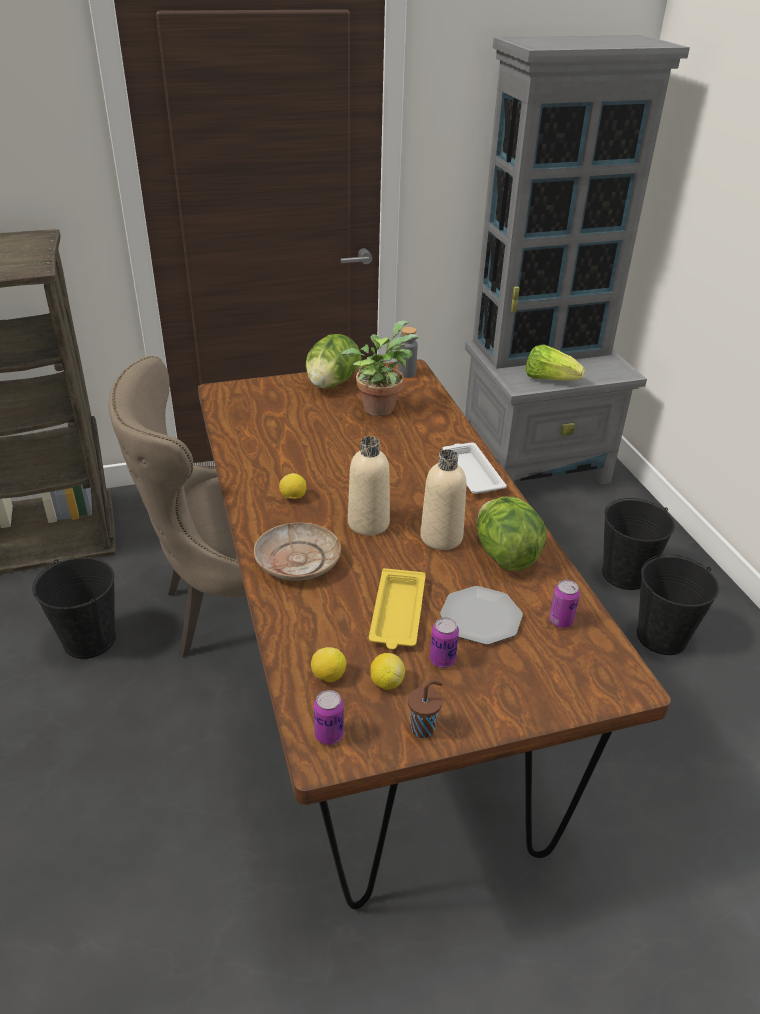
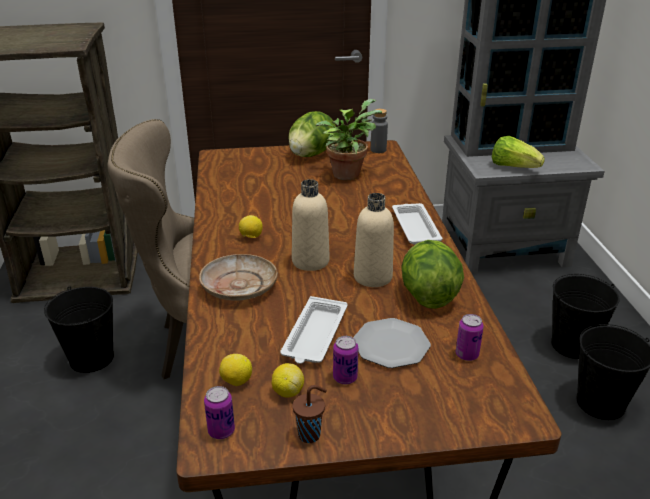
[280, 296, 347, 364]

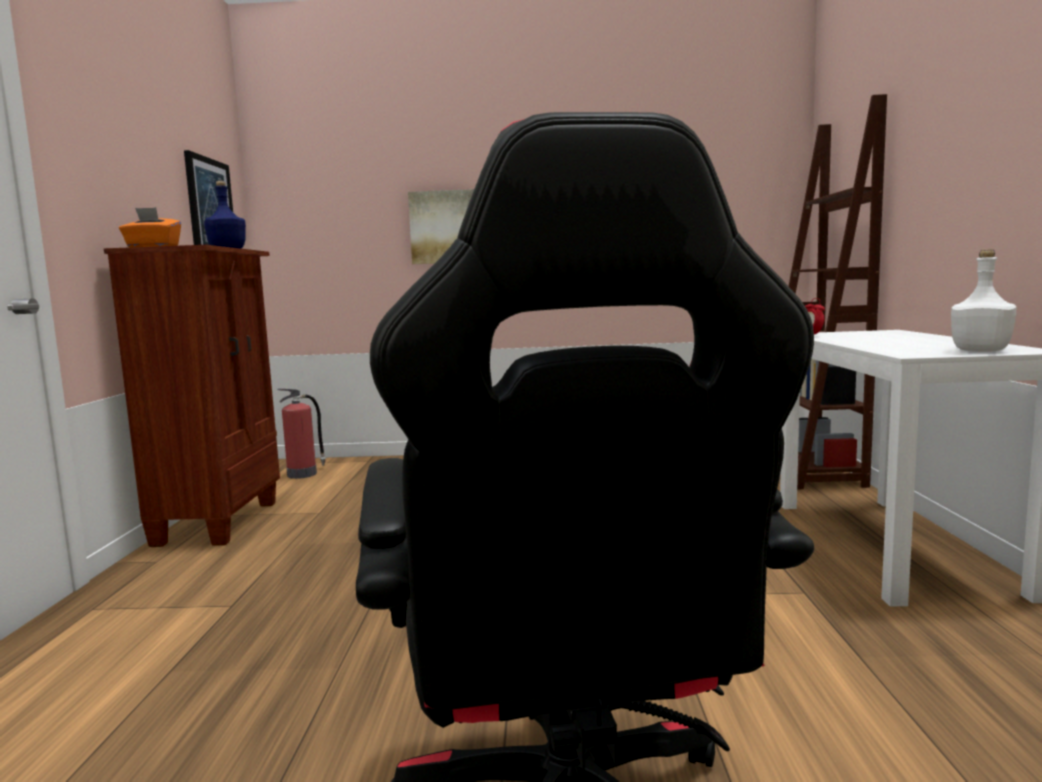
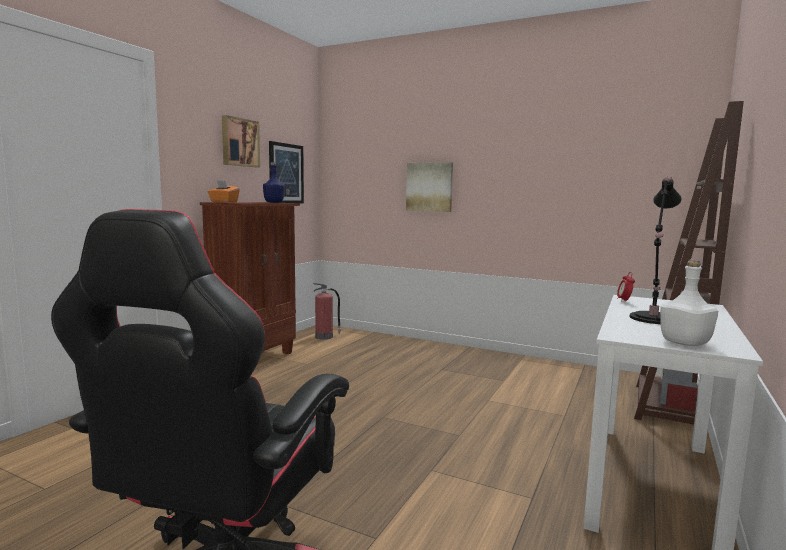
[222, 115, 260, 167]
[630, 176, 681, 324]

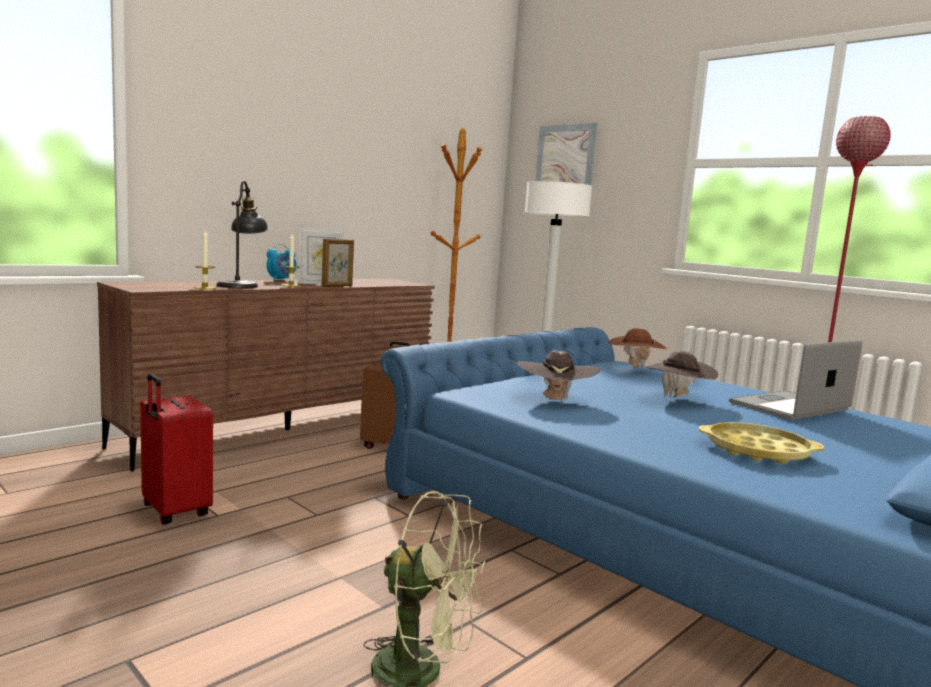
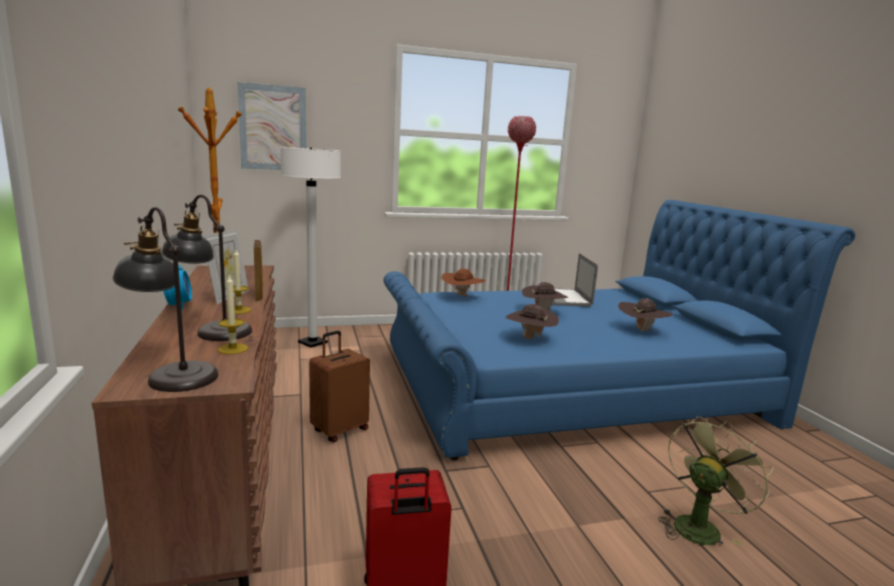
[618, 298, 673, 333]
[112, 207, 218, 392]

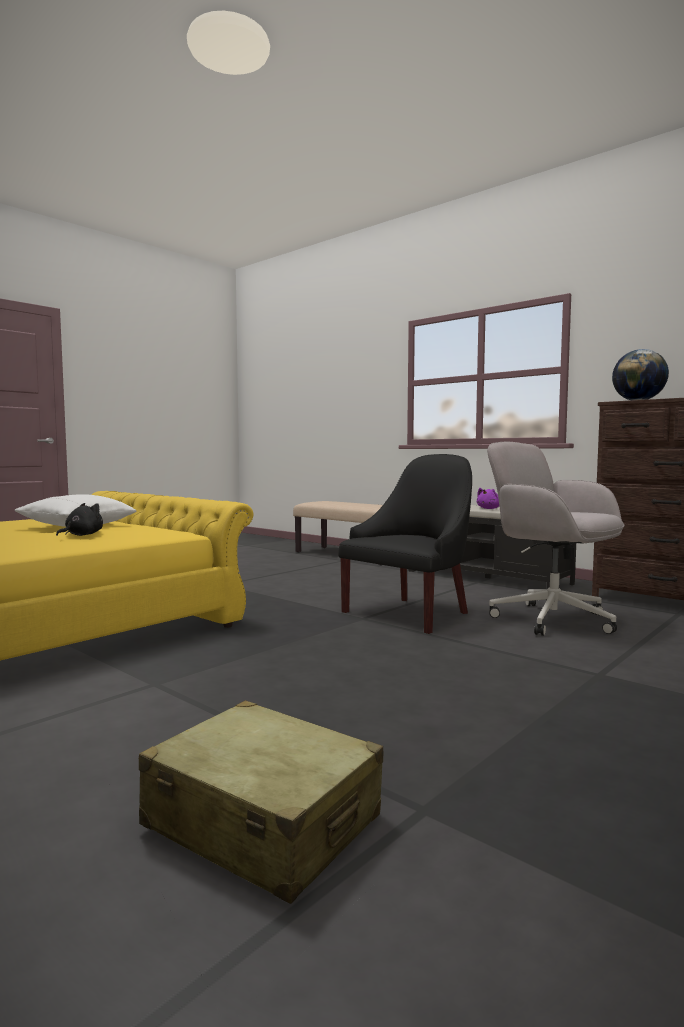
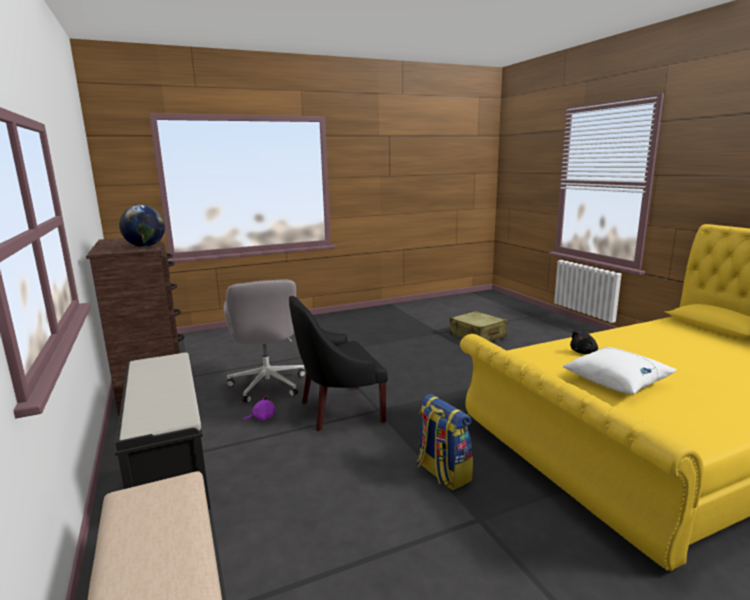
[243, 396, 275, 421]
[417, 394, 473, 491]

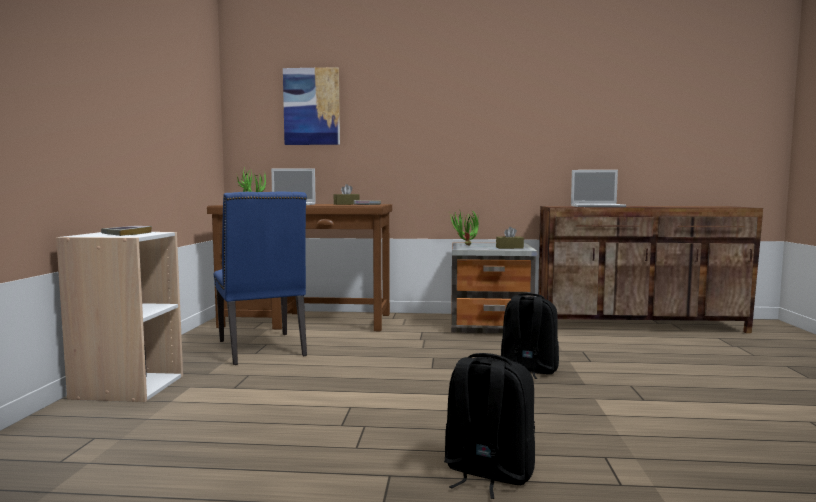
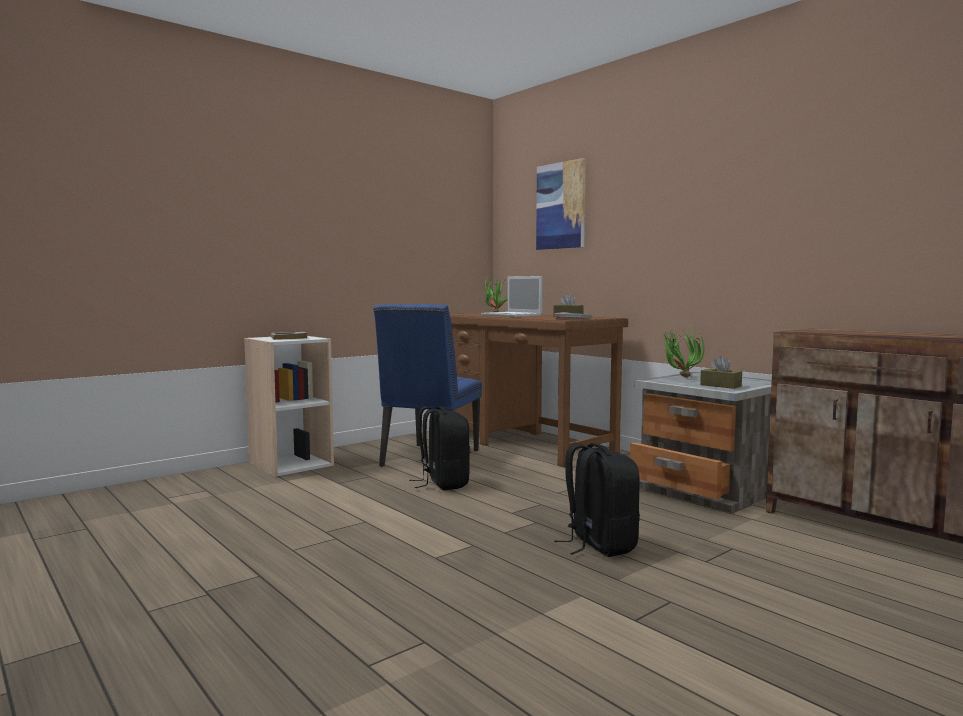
[410, 406, 470, 490]
[571, 170, 626, 207] (first image)

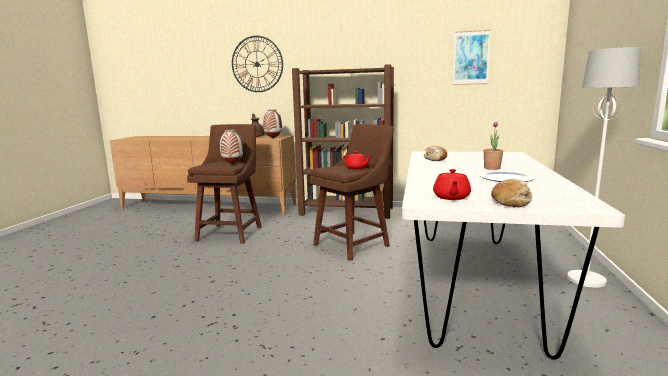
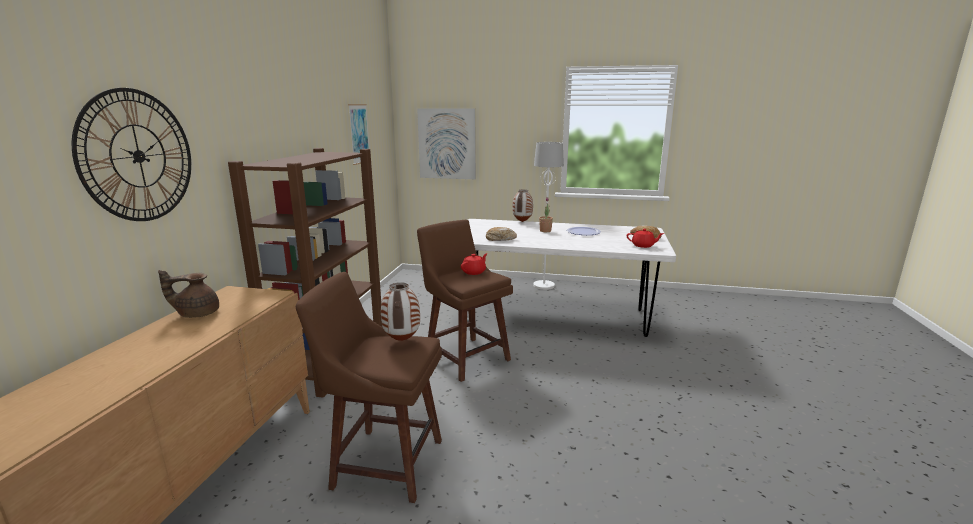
[512, 190, 533, 222]
[417, 108, 476, 179]

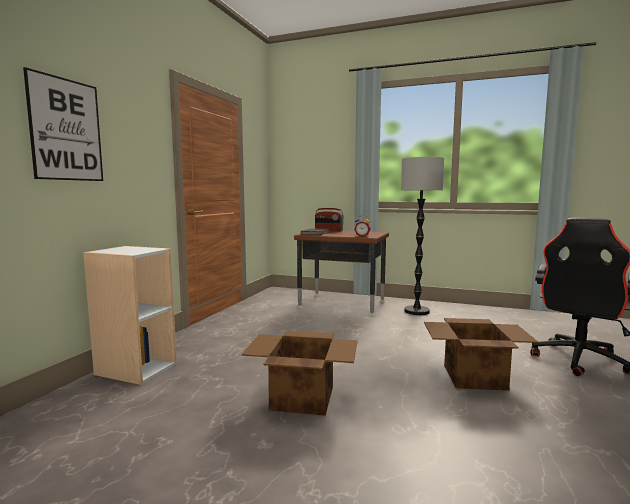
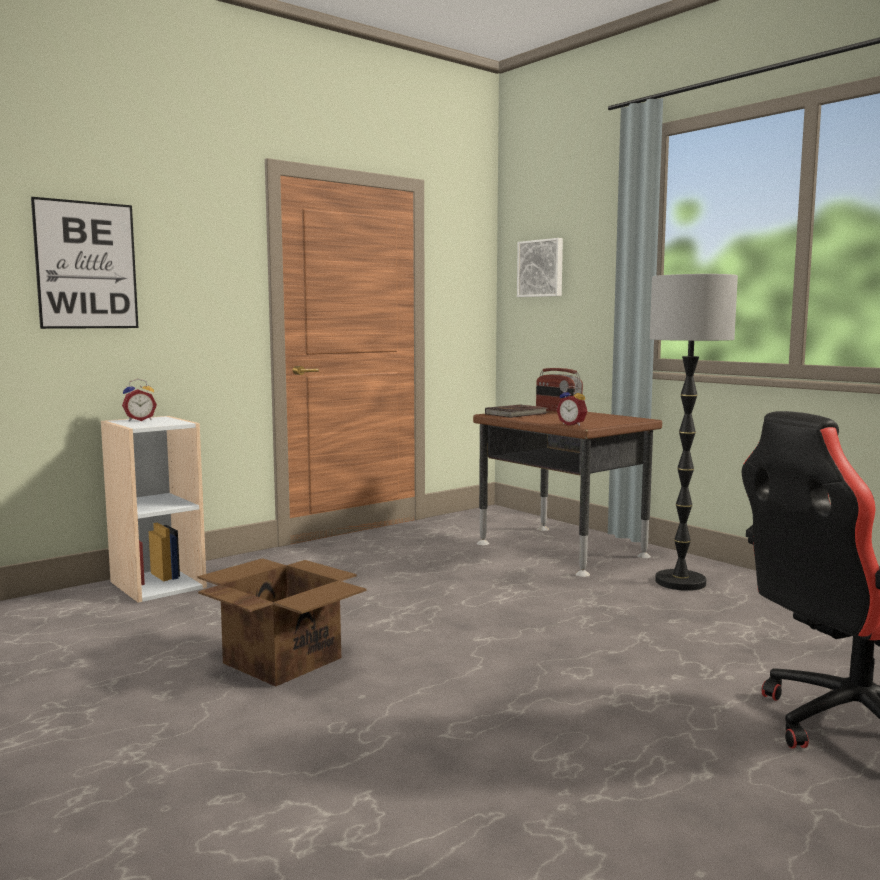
[424, 318, 538, 391] (first image)
[122, 379, 157, 421]
[517, 238, 563, 297]

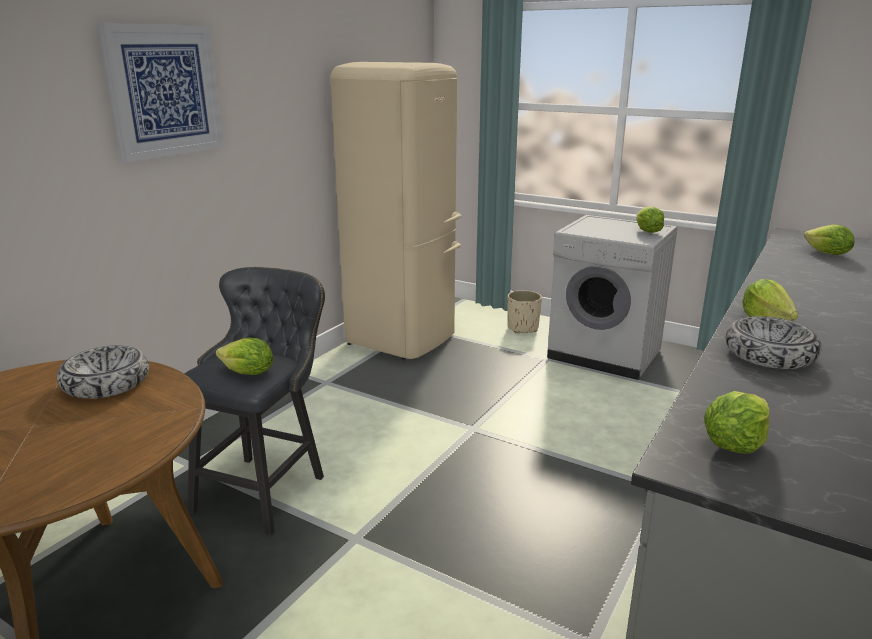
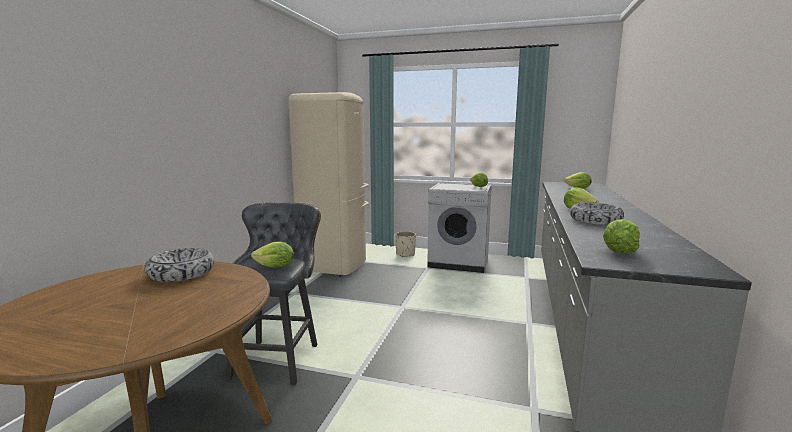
[97, 23, 224, 162] (first image)

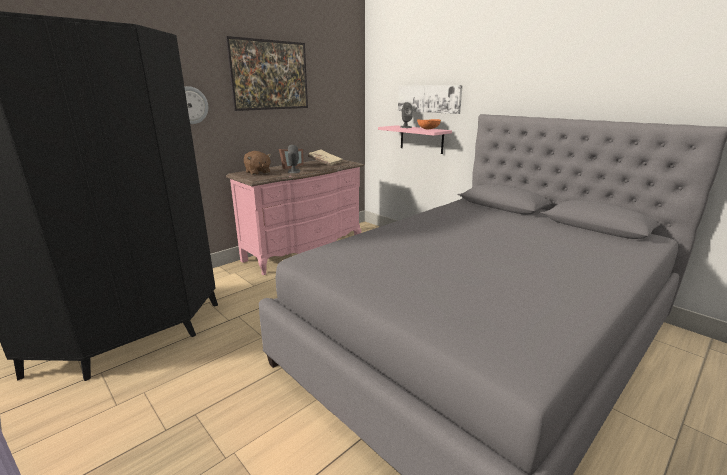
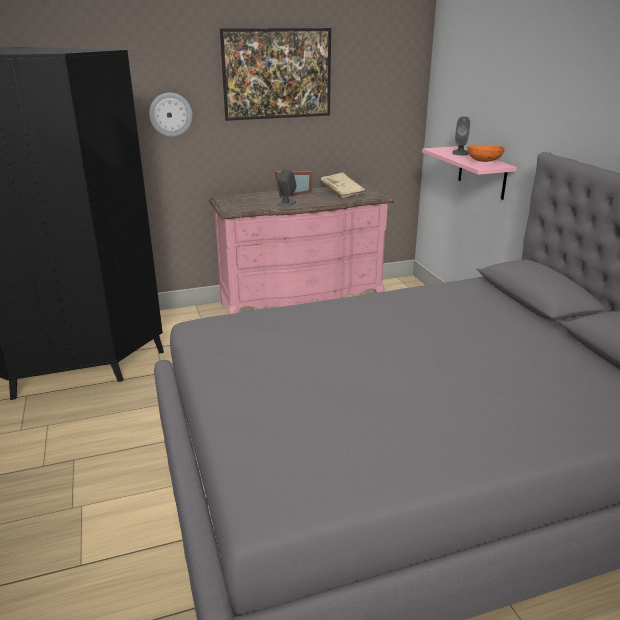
[244, 151, 271, 175] (first image)
[398, 85, 463, 114] (first image)

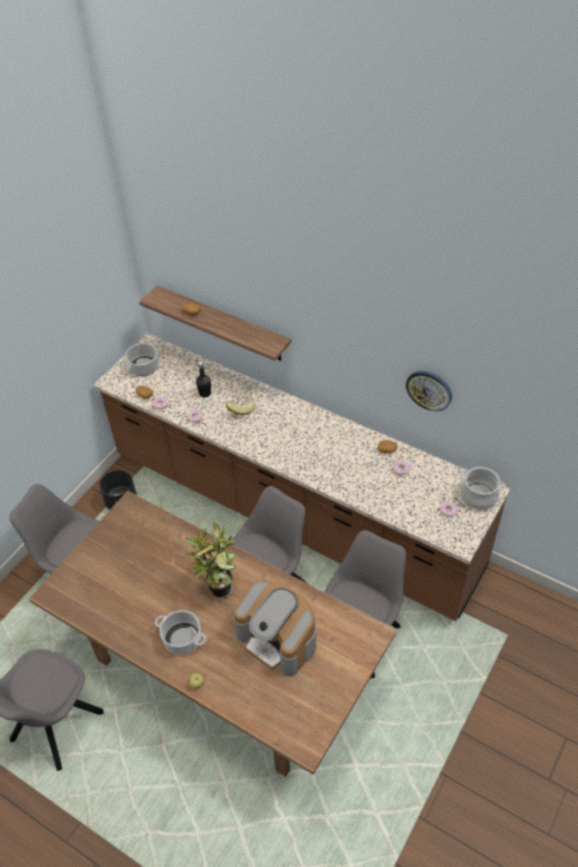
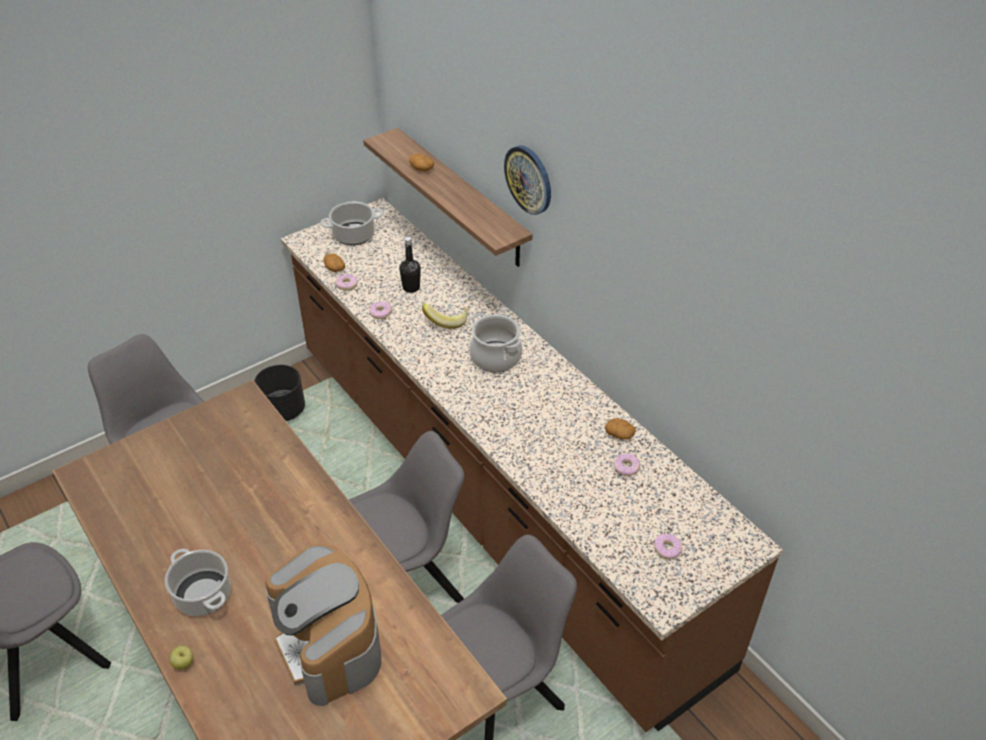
[184, 520, 237, 599] (first image)
[504, 145, 551, 215]
[469, 313, 523, 372]

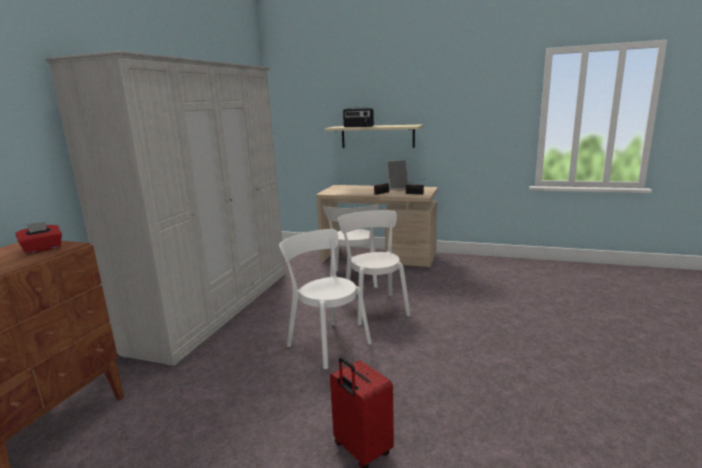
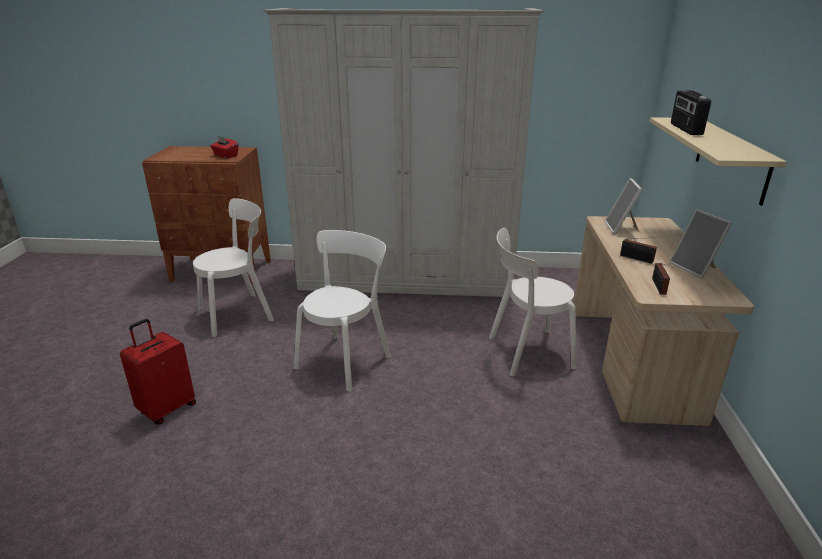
[193, 198, 274, 337]
[605, 178, 643, 235]

